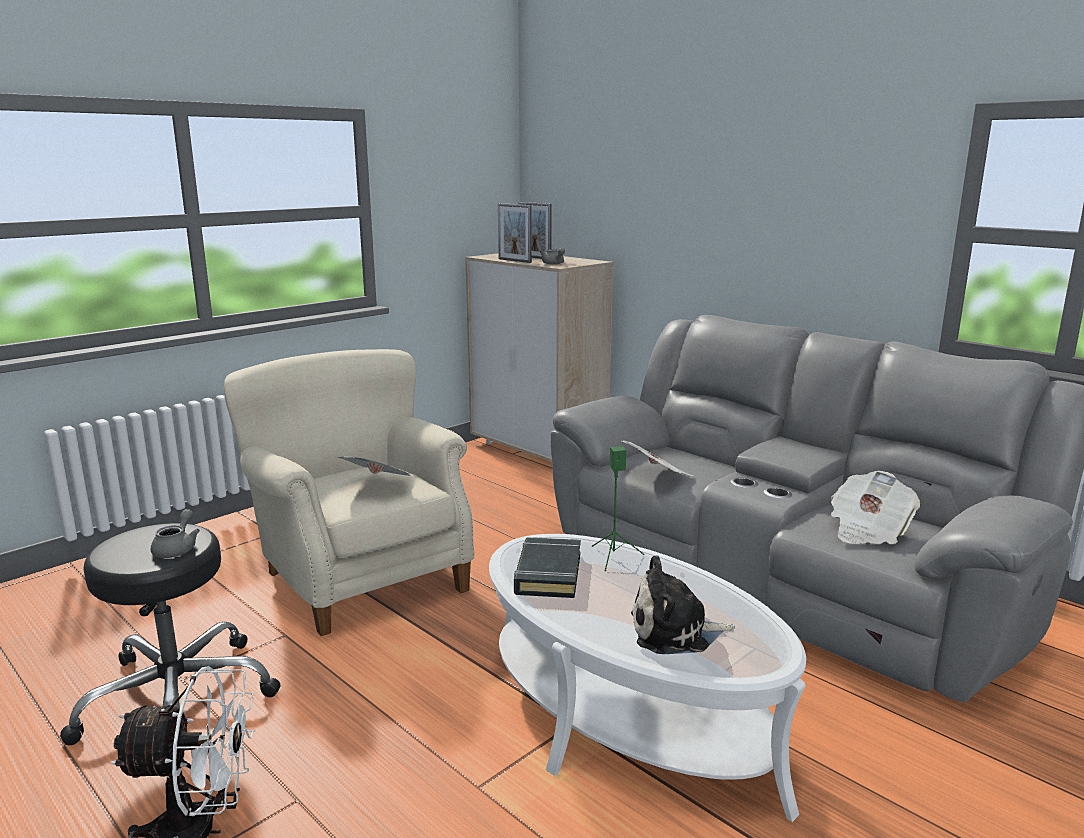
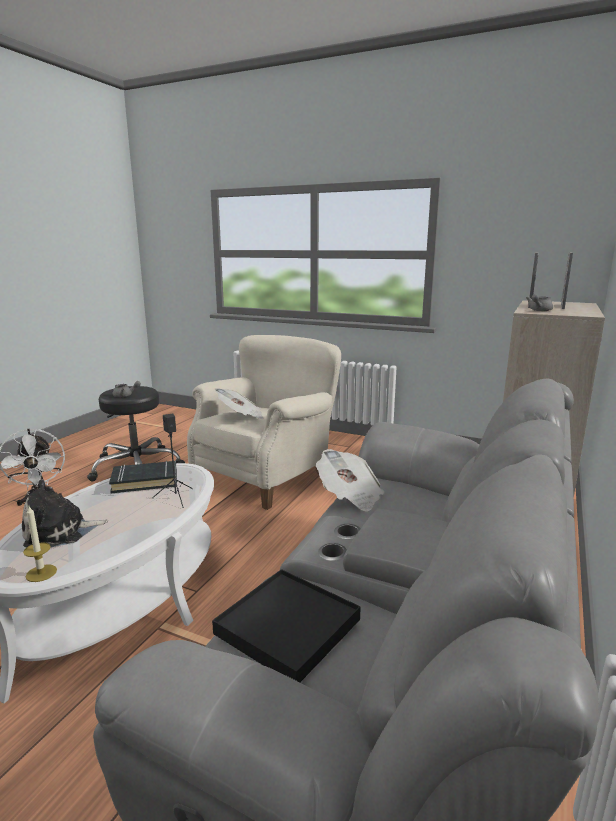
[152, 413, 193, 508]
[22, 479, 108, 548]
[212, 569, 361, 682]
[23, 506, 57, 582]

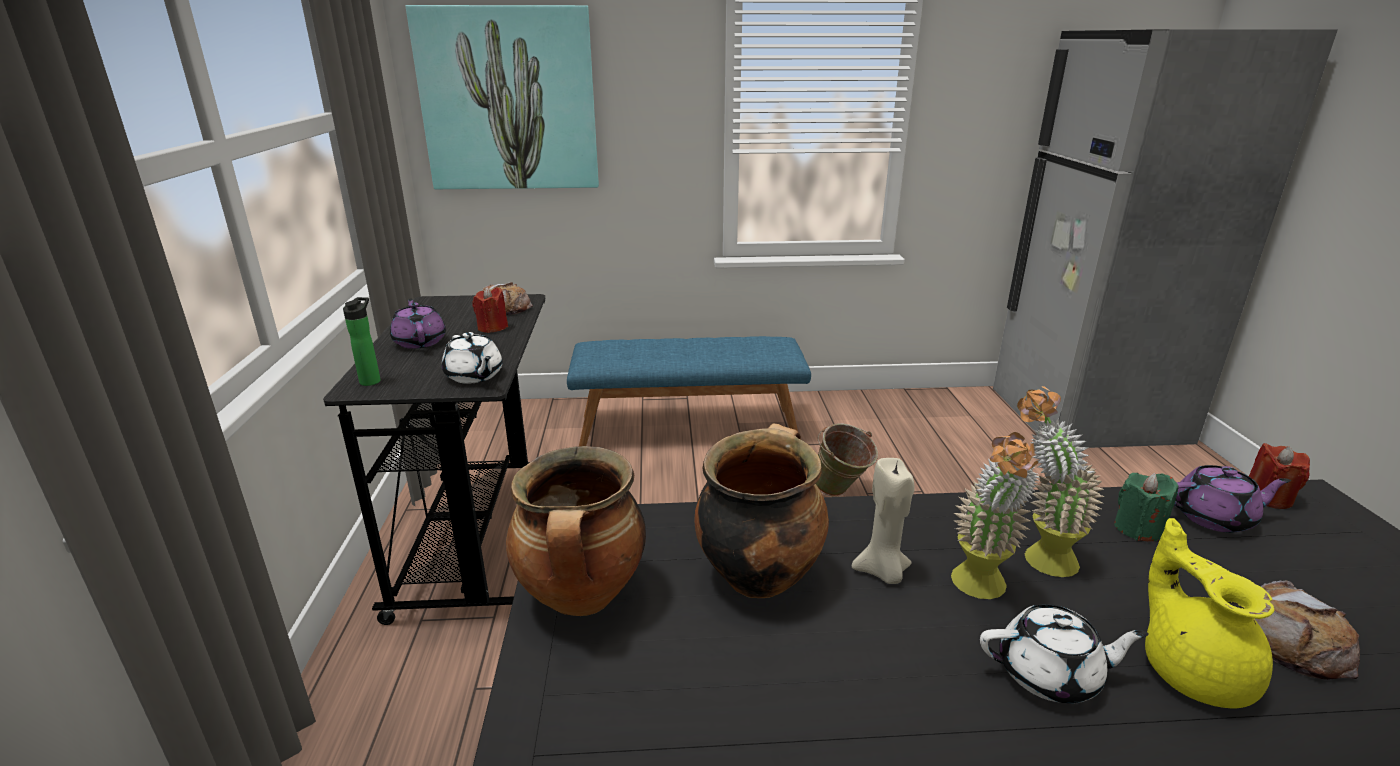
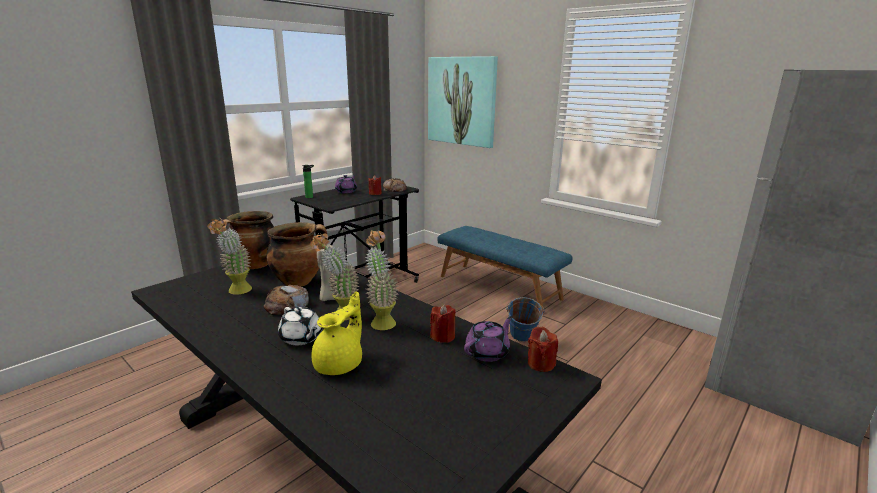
[442, 332, 503, 384] (first image)
[506, 297, 545, 342]
[430, 305, 456, 343]
[464, 316, 512, 362]
[264, 285, 309, 315]
[207, 218, 252, 294]

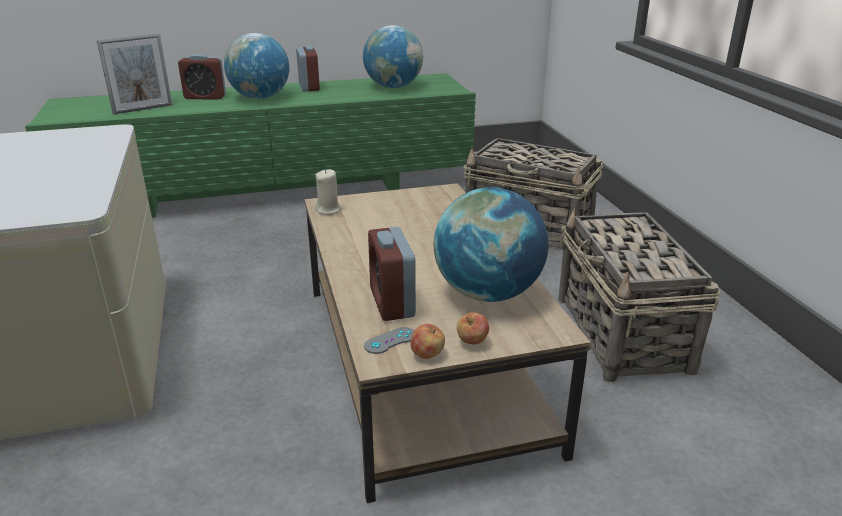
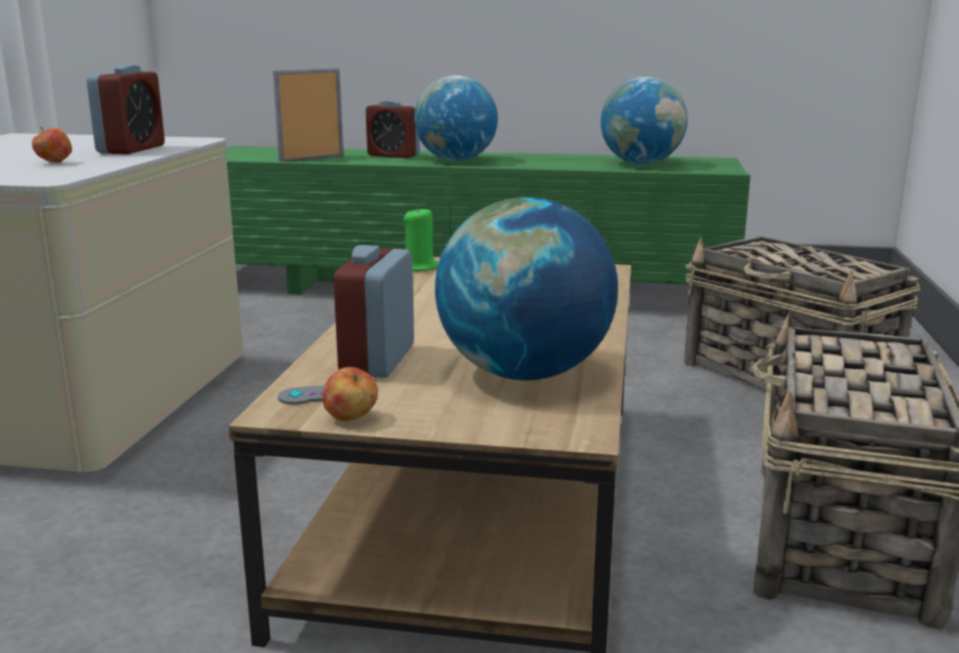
[273, 68, 343, 162]
[86, 64, 165, 154]
[404, 206, 438, 271]
[32, 127, 72, 163]

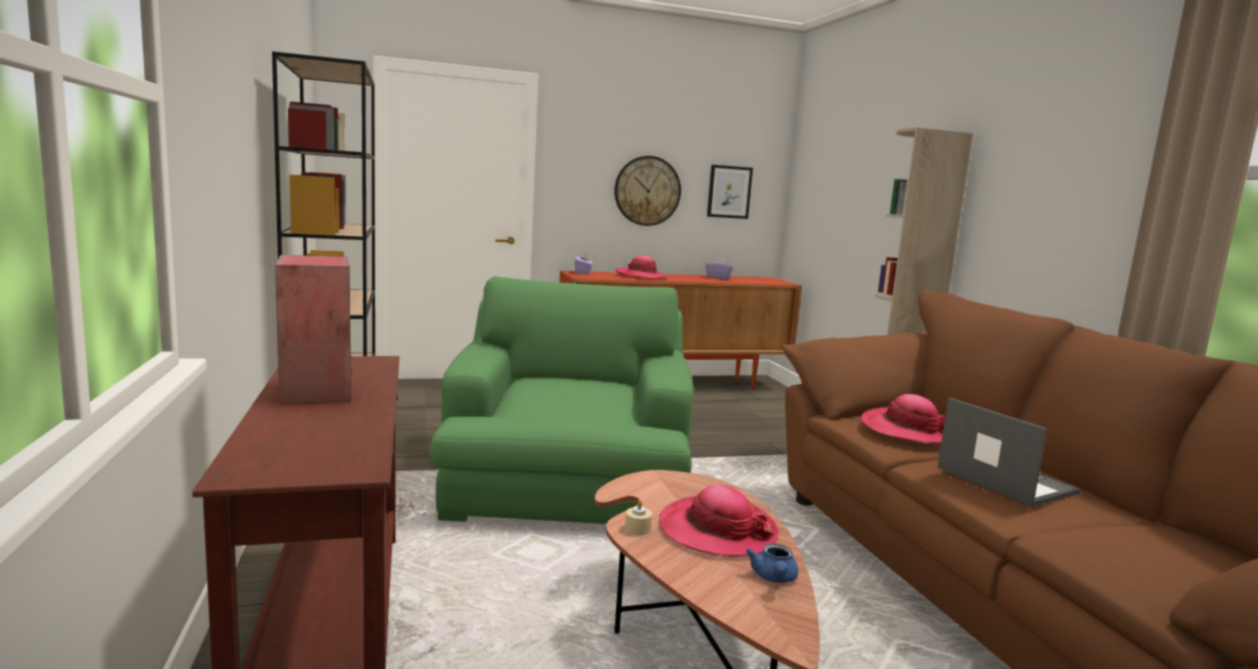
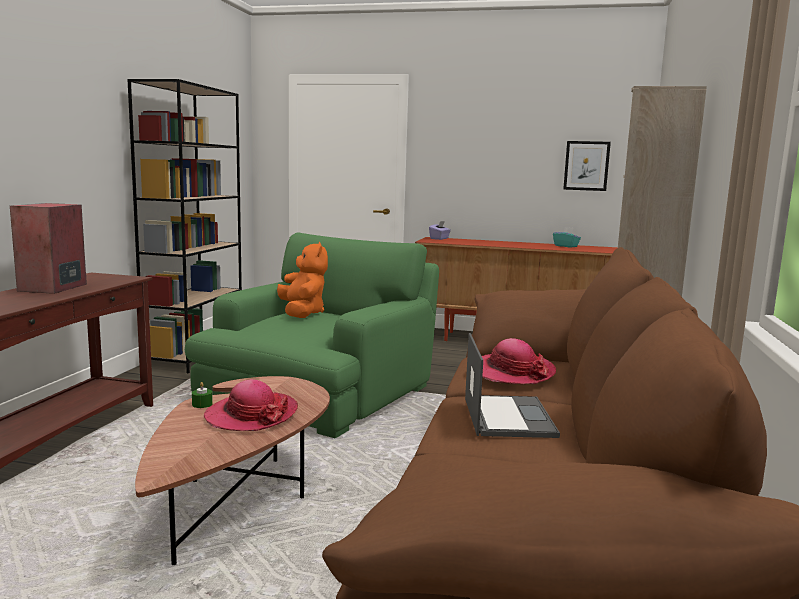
[614, 156, 681, 226] (first image)
[616, 255, 668, 278] (first image)
[192, 382, 213, 408]
[553, 227, 581, 247]
[746, 544, 798, 583] (first image)
[277, 242, 328, 318]

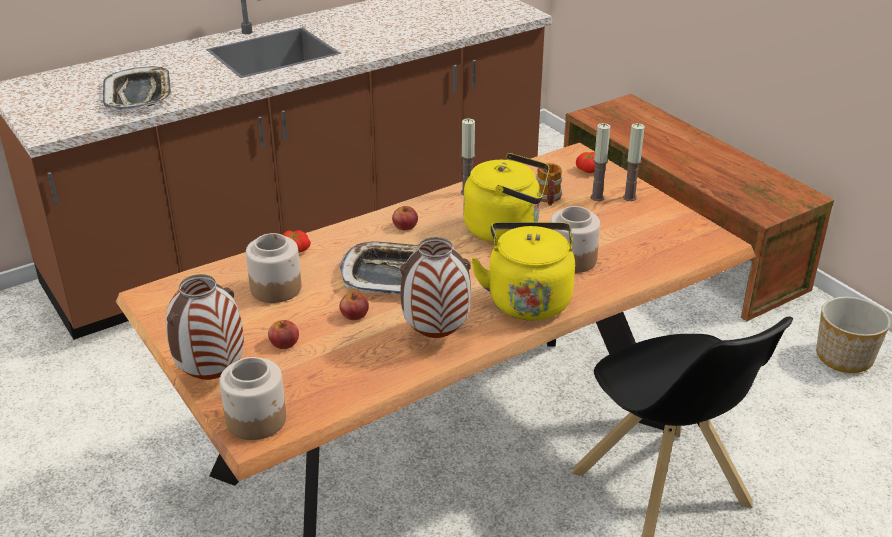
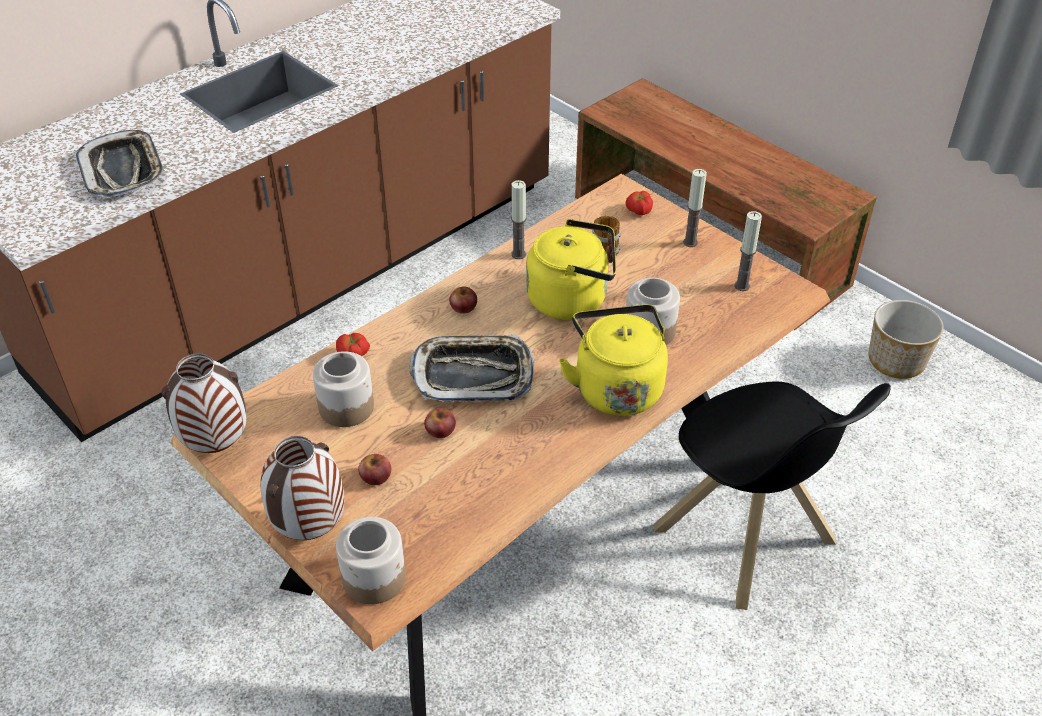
[161, 353, 247, 453]
[734, 211, 762, 291]

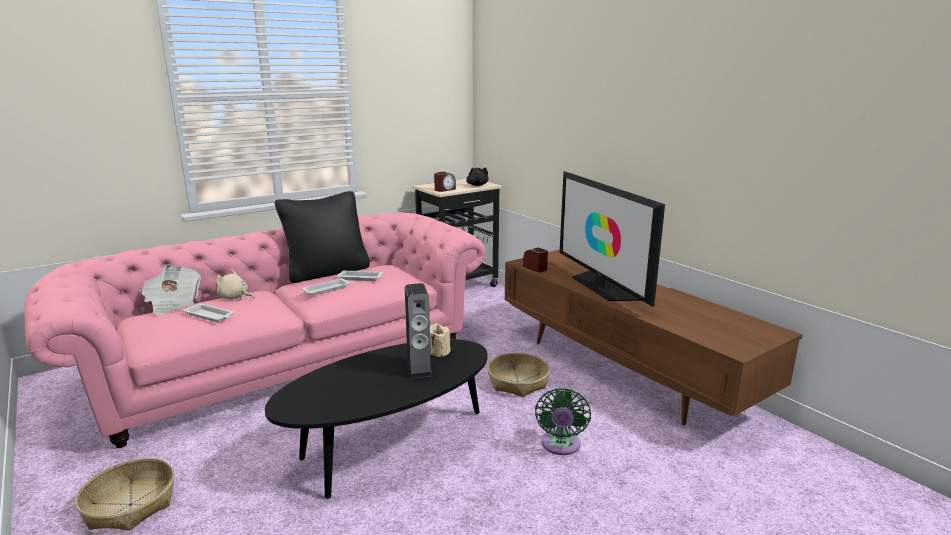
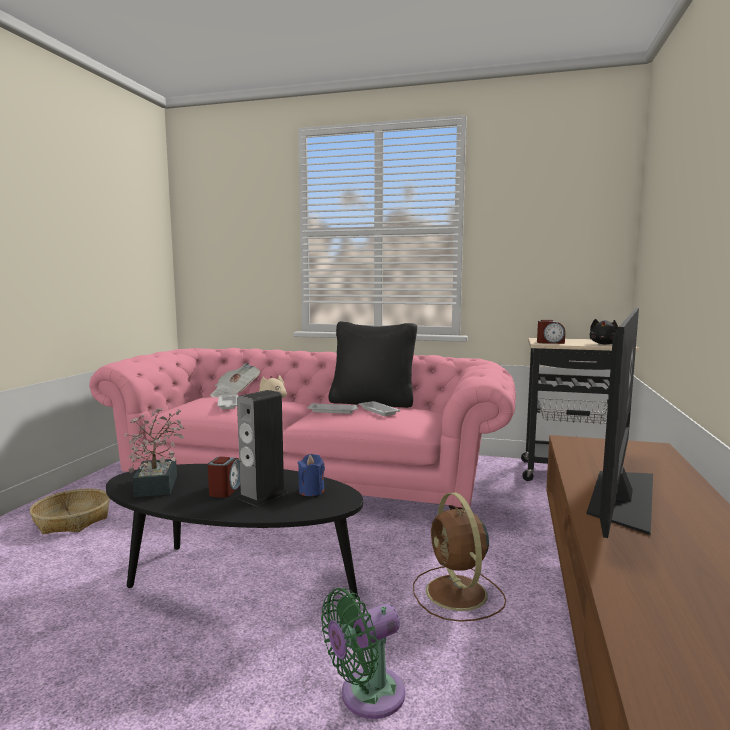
[298, 454, 325, 496]
[413, 492, 506, 622]
[208, 457, 240, 498]
[124, 408, 184, 497]

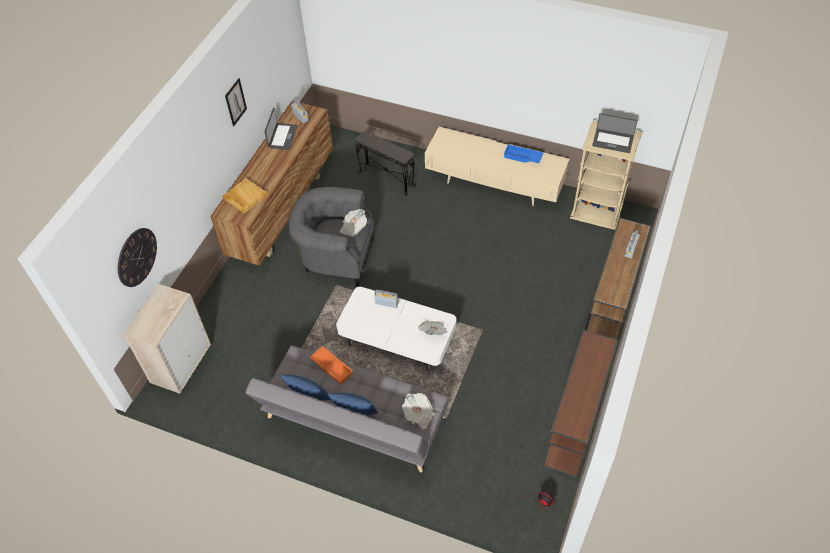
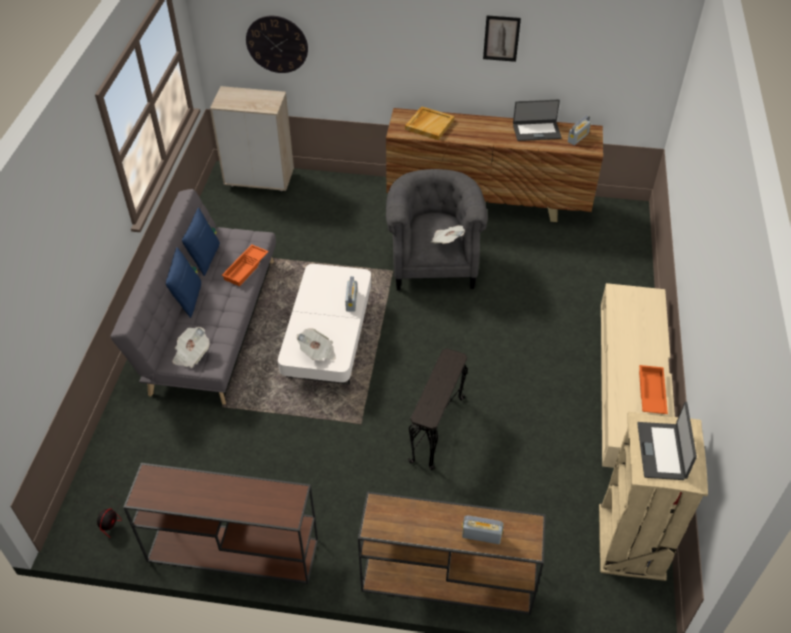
[408, 348, 468, 470]
[639, 365, 668, 414]

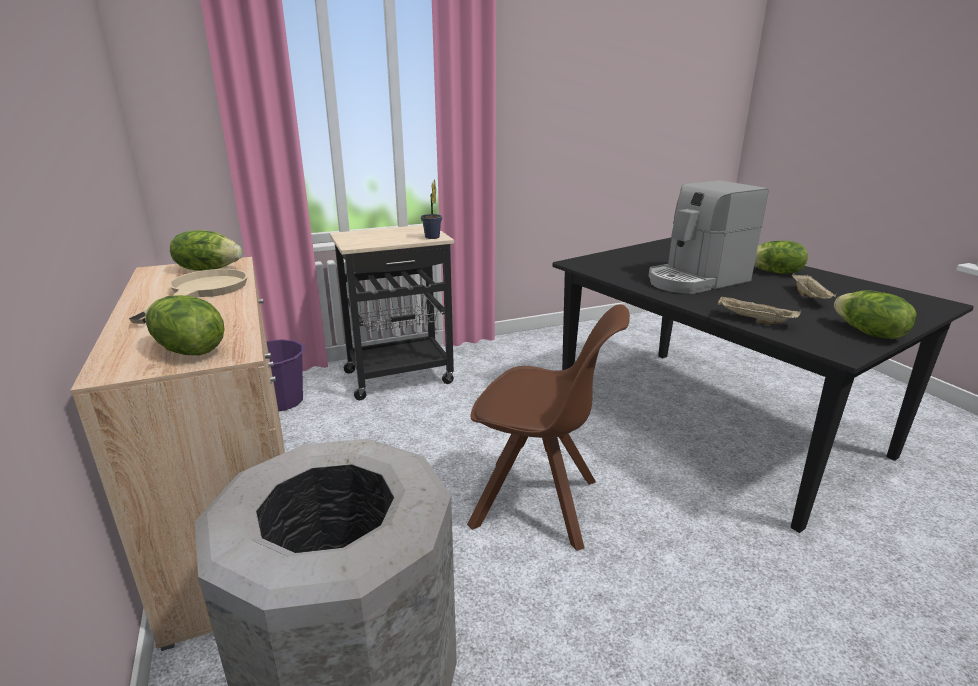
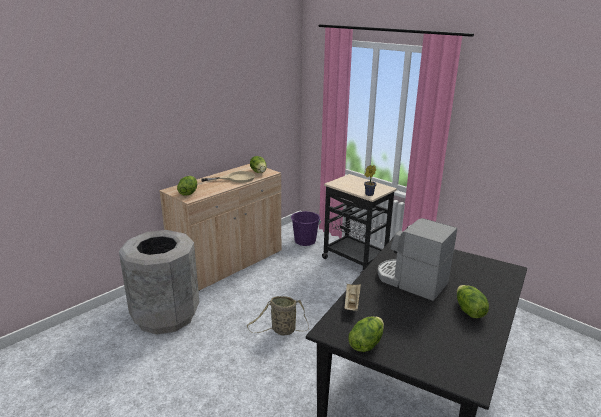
[247, 296, 309, 335]
[792, 273, 836, 299] (first image)

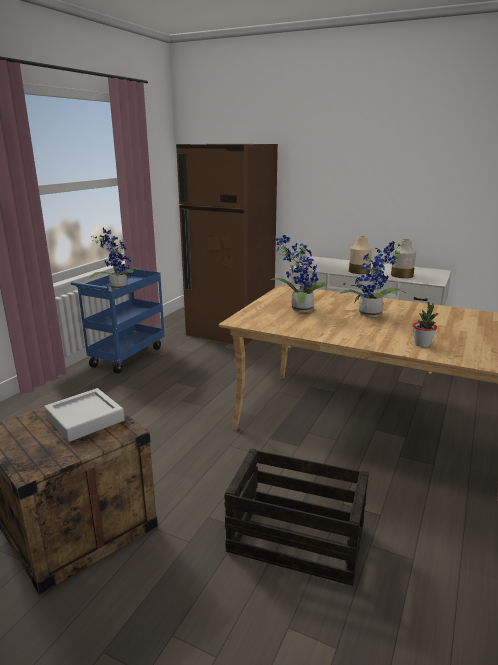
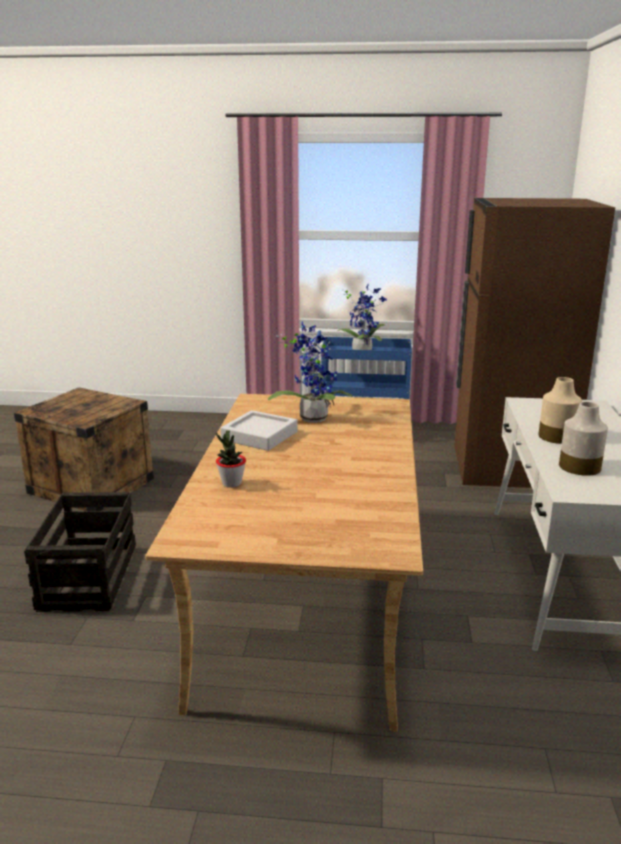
[221, 410, 298, 451]
[340, 241, 406, 317] (first image)

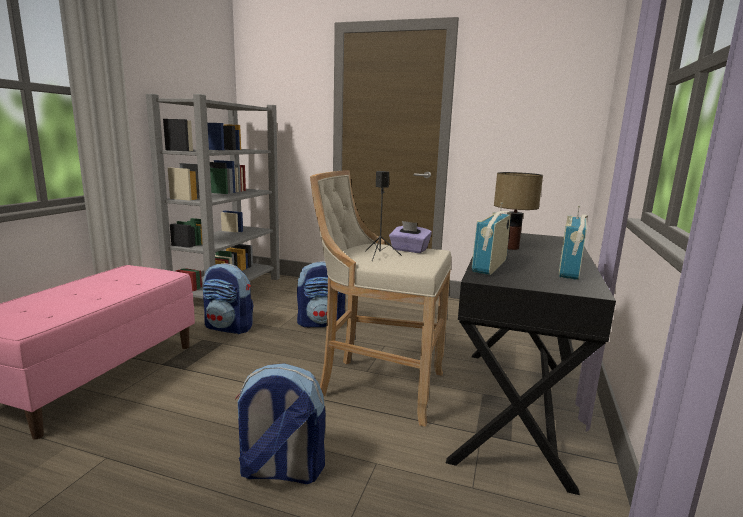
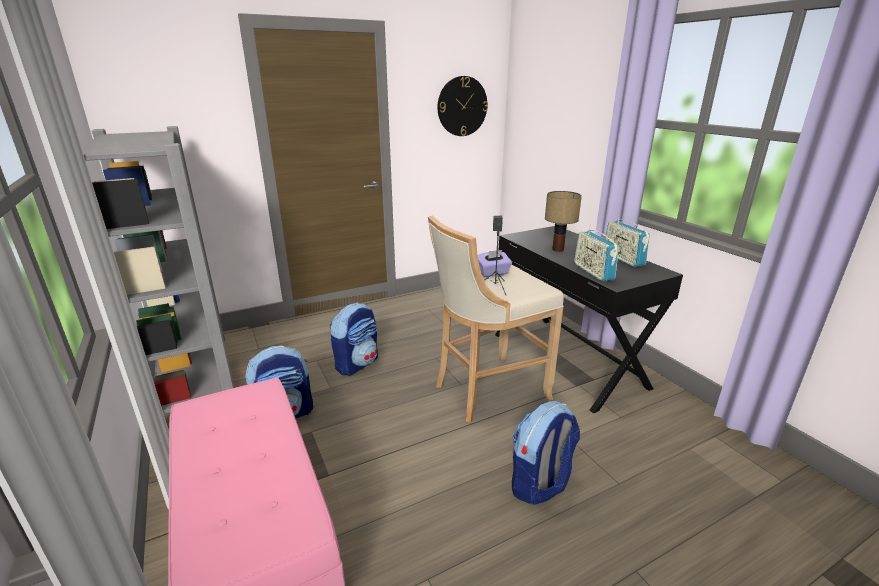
[438, 76, 488, 136]

